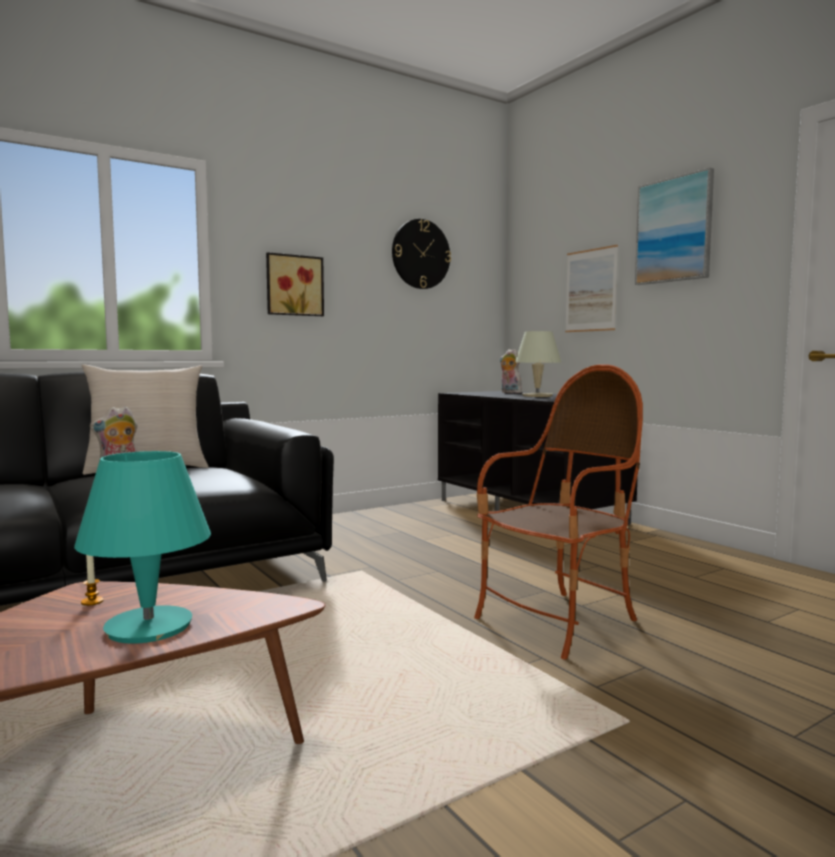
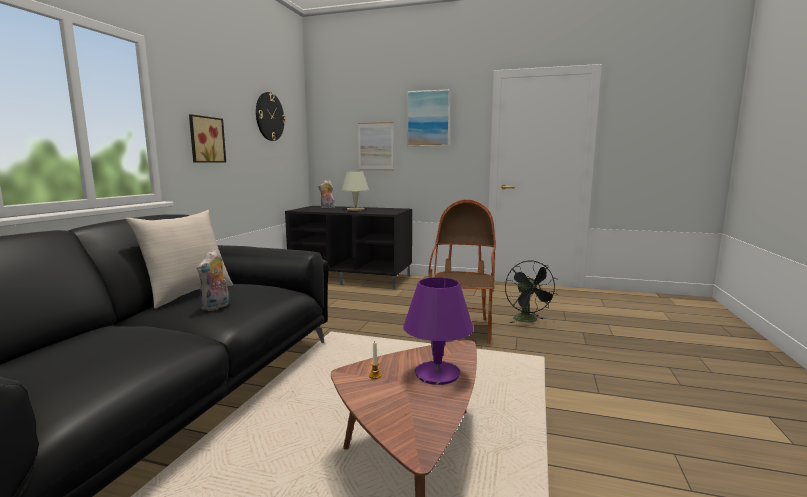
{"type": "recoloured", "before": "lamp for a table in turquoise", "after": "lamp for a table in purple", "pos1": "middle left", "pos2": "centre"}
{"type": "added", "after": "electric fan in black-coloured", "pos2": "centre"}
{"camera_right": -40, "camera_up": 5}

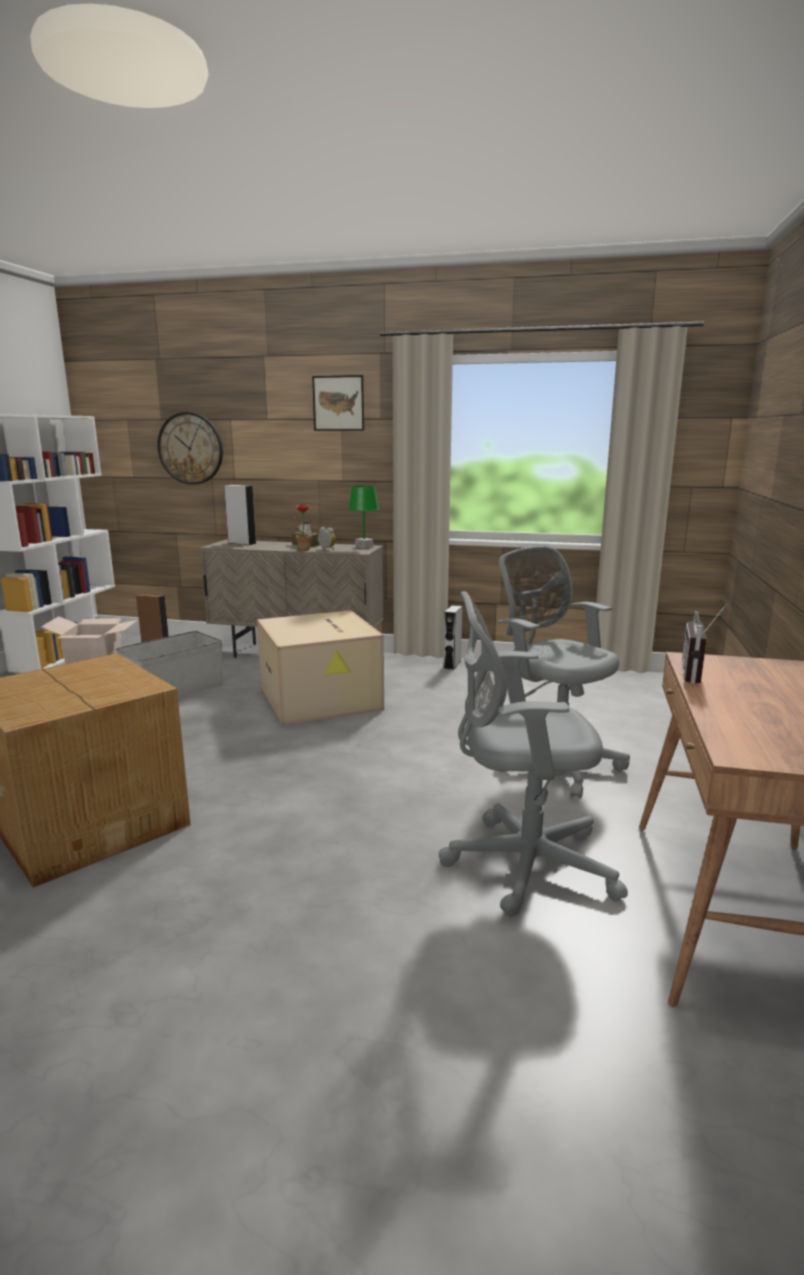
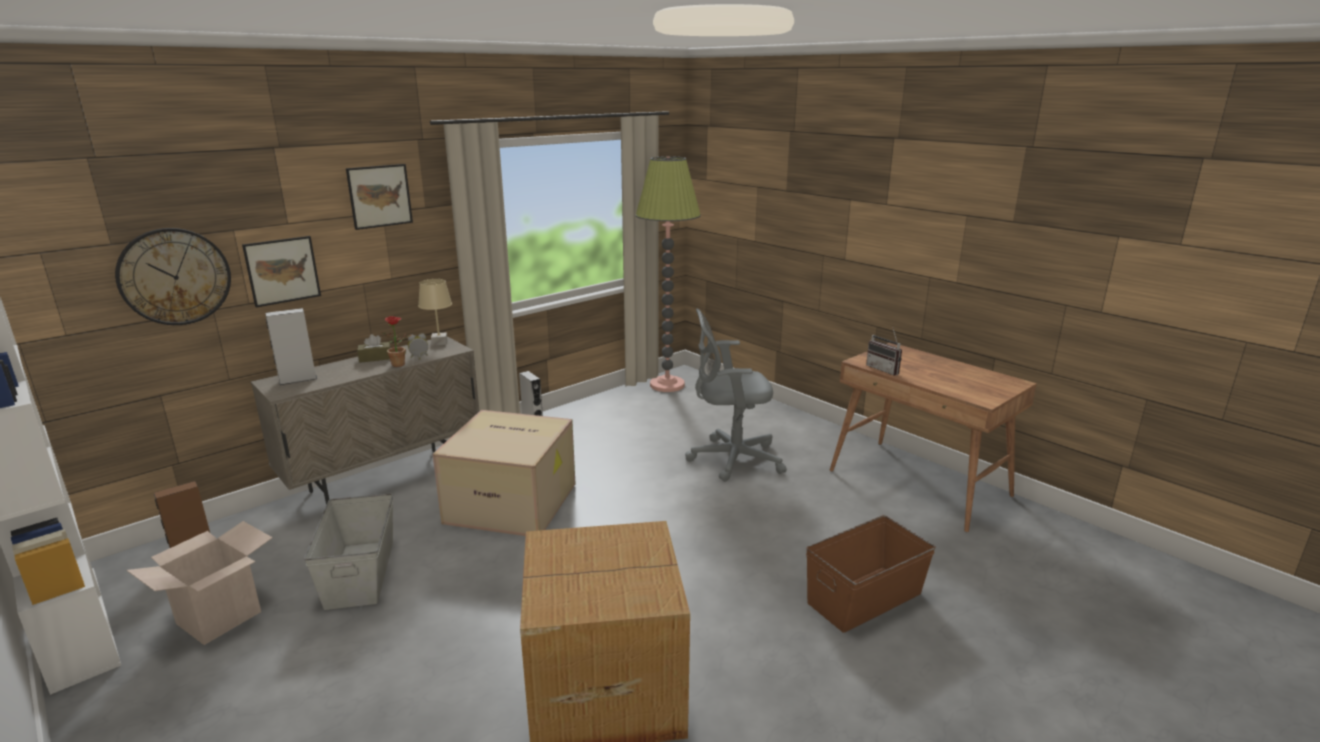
{"type": "added", "after": "wall picture (1st from left)", "pos2": "middle left"}
{"type": "recoloured", "before": "lamp for a table in green-coloured", "after": "lamp for a table in sand-coloured", "pos1": "centre", "pos2": "middle left"}
{"type": "added", "after": "floor lamp", "pos2": "centre"}
{"type": "added", "after": "storage bin in brownish", "pos2": "bottom centre"}
{"type": "removed", "before": "computer chair in grey (1st from left)", "pos1": "centre"}
{"camera_right": -55, "camera_up": 5}

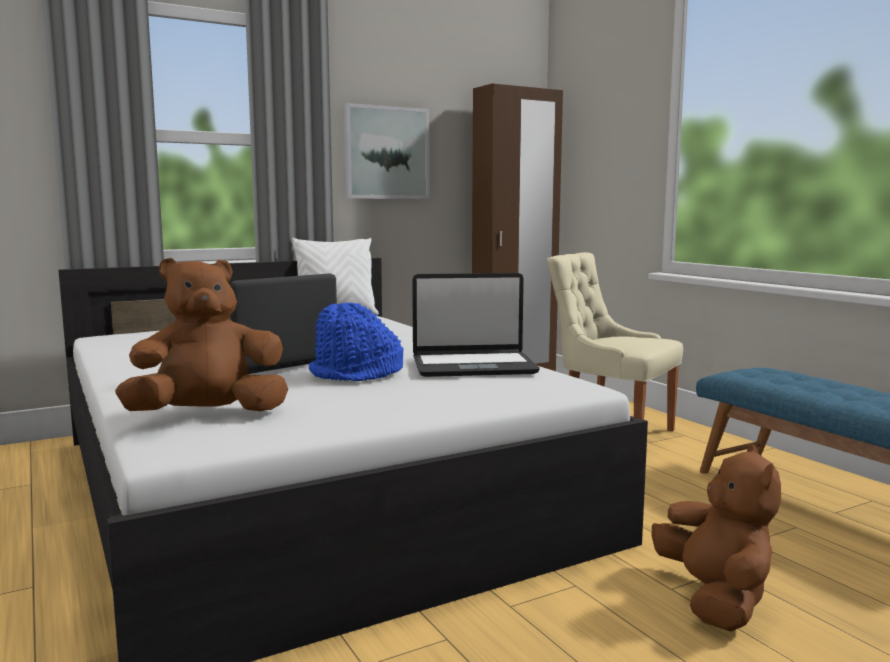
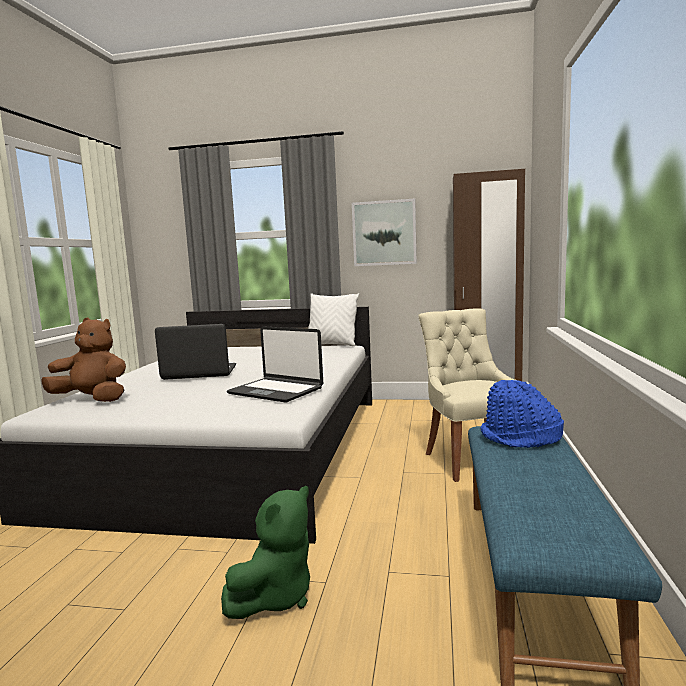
{"type": "recoloured", "before": "plush toy in brownish (2nd from left)", "after": "plush toy in green-coloured", "pos1": "bottom right", "pos2": "bottom centre"}
{"type": "moved", "before": "hat in bluish", "pos1": "centre", "pos2": "middle right"}
{"camera_right": 40, "camera_up": 0}

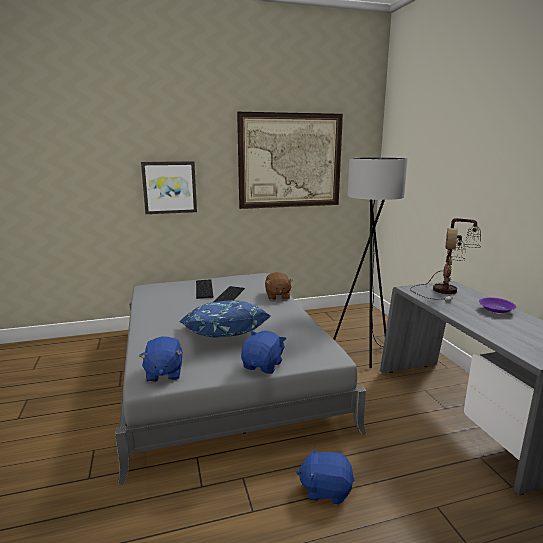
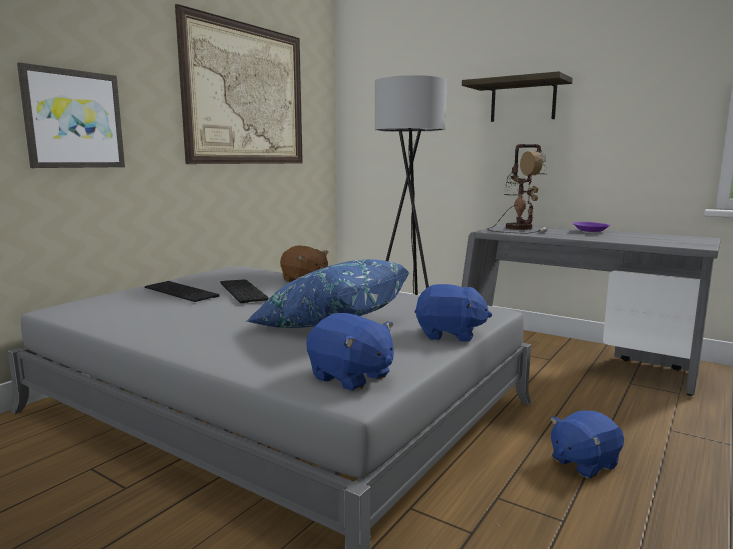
{"type": "turned", "before": "plush toy in bluish (2nd from left)", "pos1": "centre", "pos2": "centre", "turn": 120}
{"type": "added", "after": "bracket shelf", "pos2": "top right"}
{"camera_right": -40, "camera_up": -5}

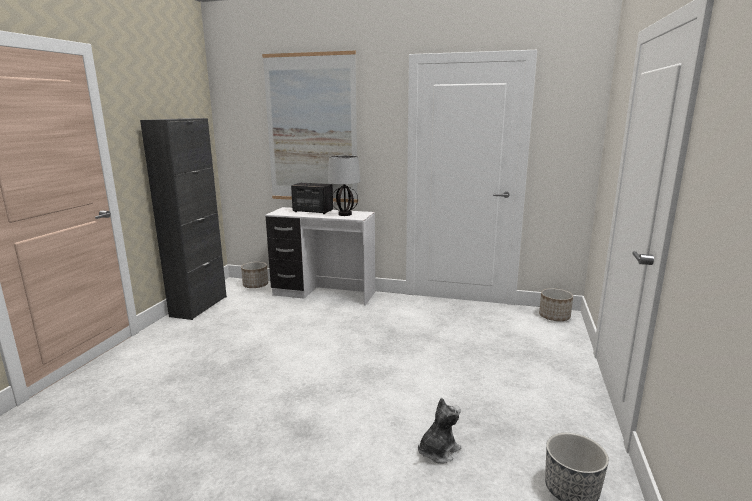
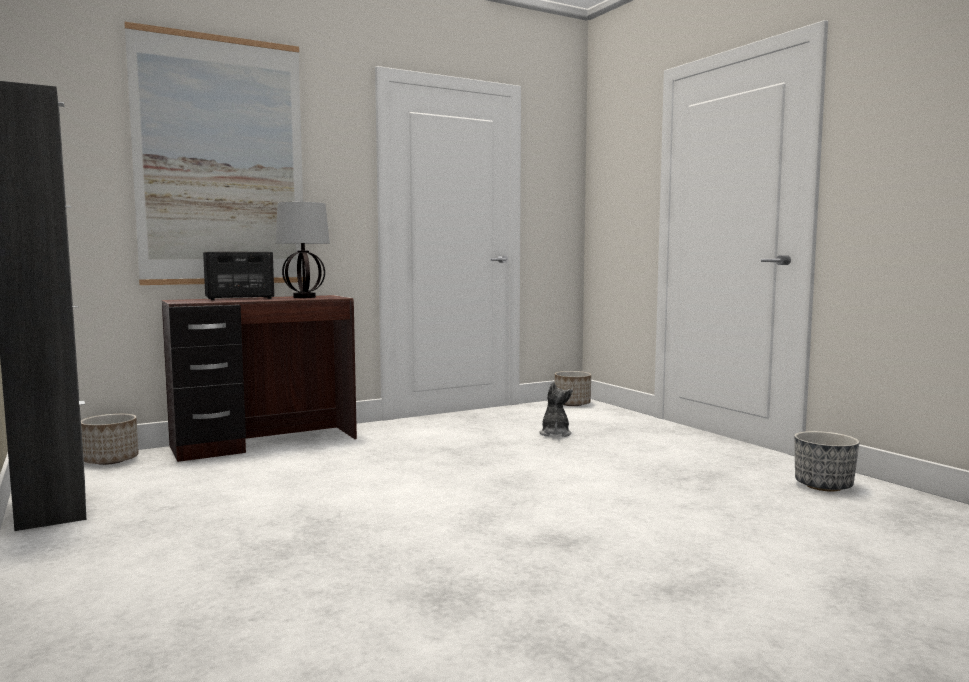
{"type": "recoloured", "before": "desk table in white", "after": "desk table in brownish", "pos1": "centre", "pos2": "middle left"}
{"type": "moved", "before": "plush toy", "pos1": "bottom centre", "pos2": "centre"}
{"camera_right": -45, "camera_up": -10}

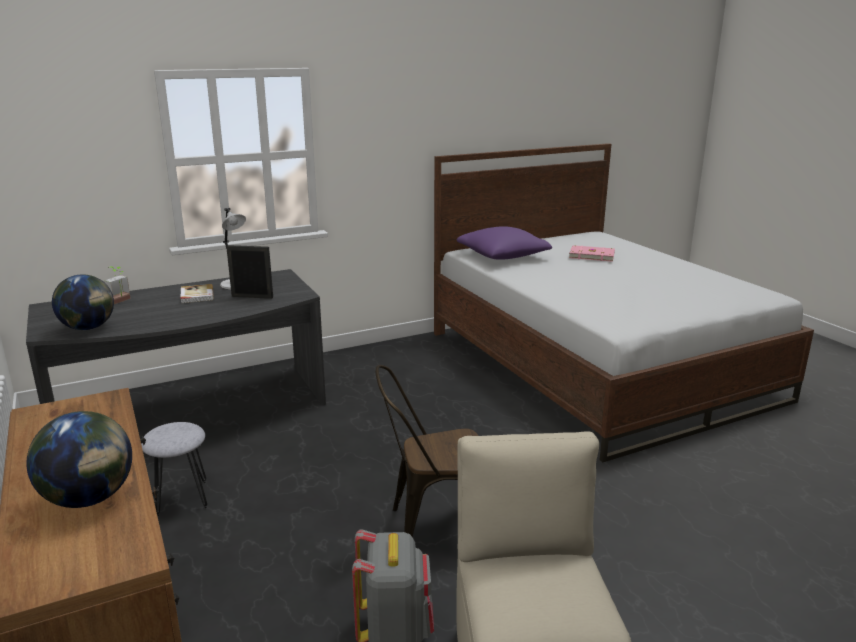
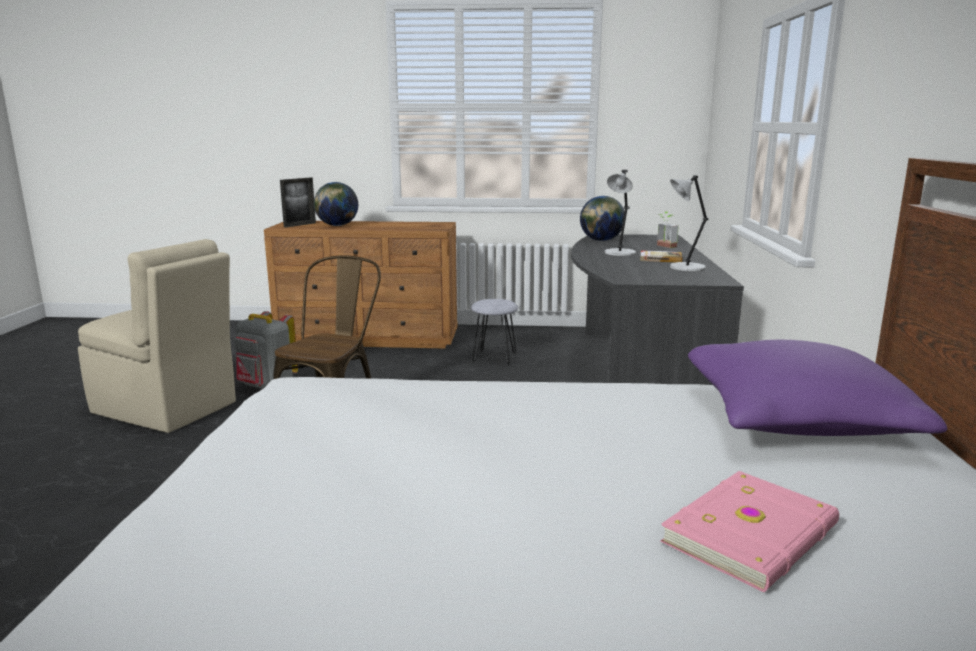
{"type": "moved", "before": "photo frame", "pos1": "middle left", "pos2": "top left"}
{"type": "added", "after": "lamp for a table in grey (1st from left)", "pos2": "top centre"}
{"camera_right": 120, "camera_up": -5}

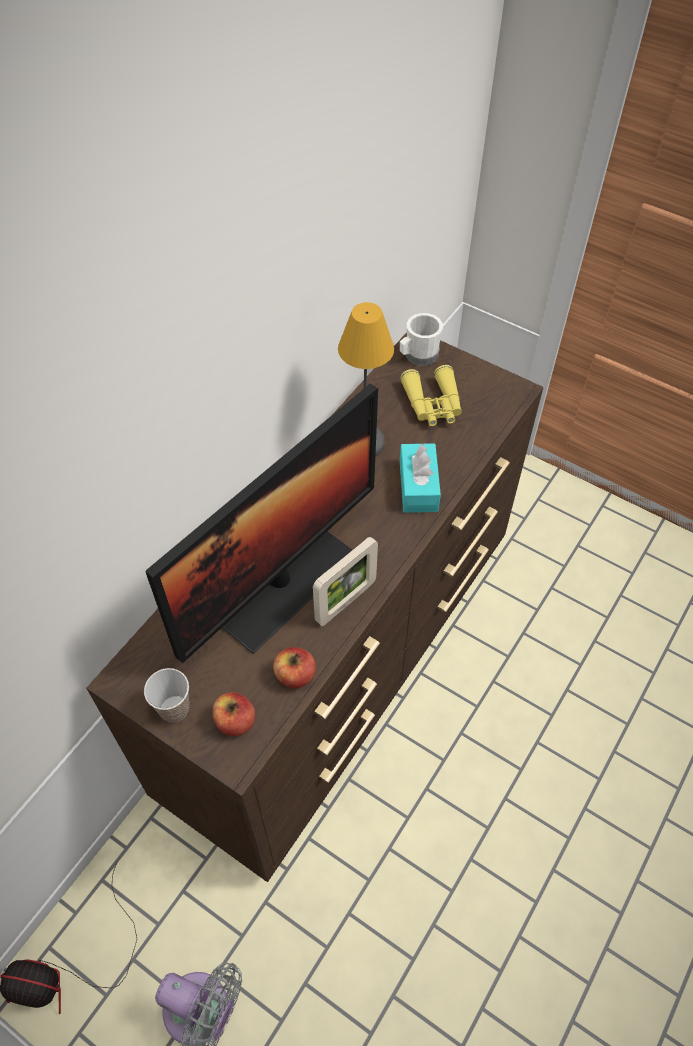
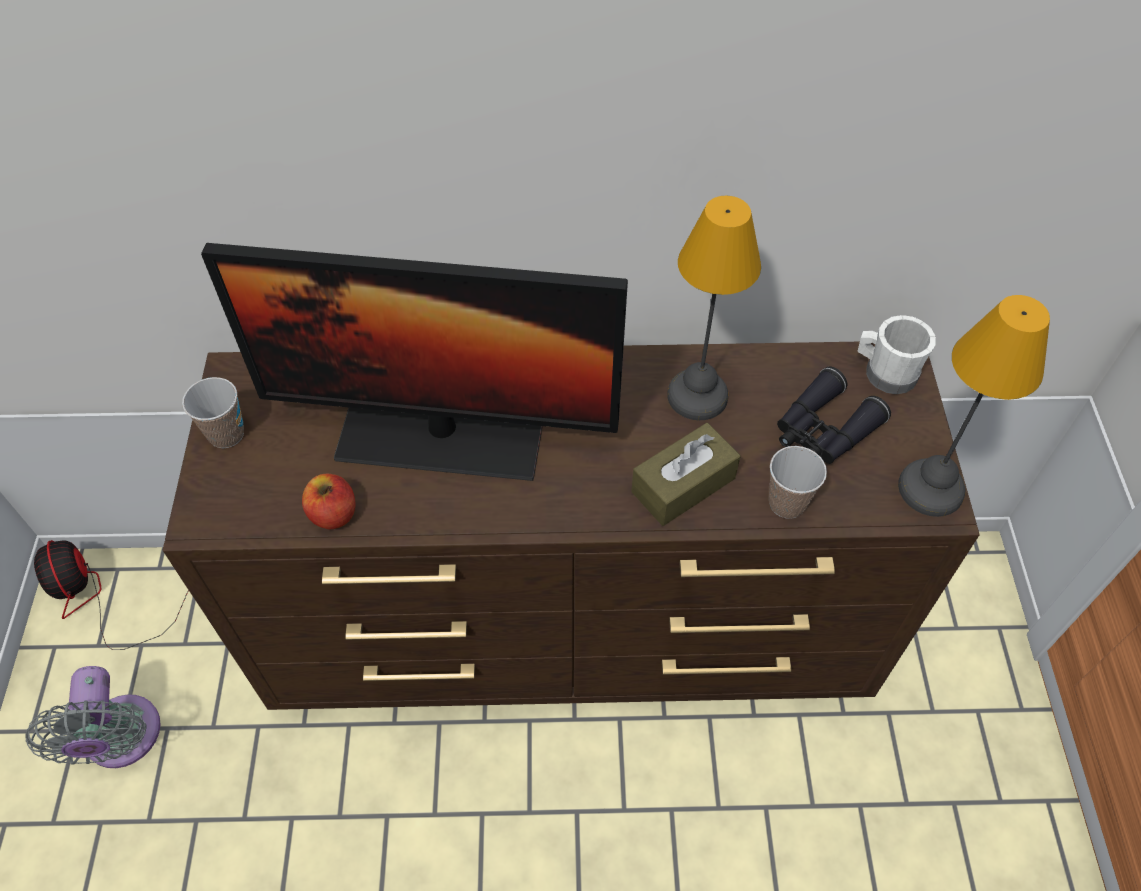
{"type": "recoloured", "before": "tissue box in turquoise", "after": "tissue box in brownish", "pos1": "centre", "pos2": "centre"}
{"type": "added", "after": "drinking cup (2nd from left)", "pos2": "middle right"}
{"type": "recoloured", "before": "binoculars in yellow", "after": "binoculars in black-coloured", "pos1": "centre", "pos2": "middle right"}
{"type": "added", "after": "lamp for a table (2nd from left)", "pos2": "middle right"}
{"type": "removed", "before": "apple (1st from left)", "pos1": "bottom centre"}
{"type": "removed", "before": "photo frame", "pos1": "centre"}
{"camera_right": 55, "camera_up": 0}

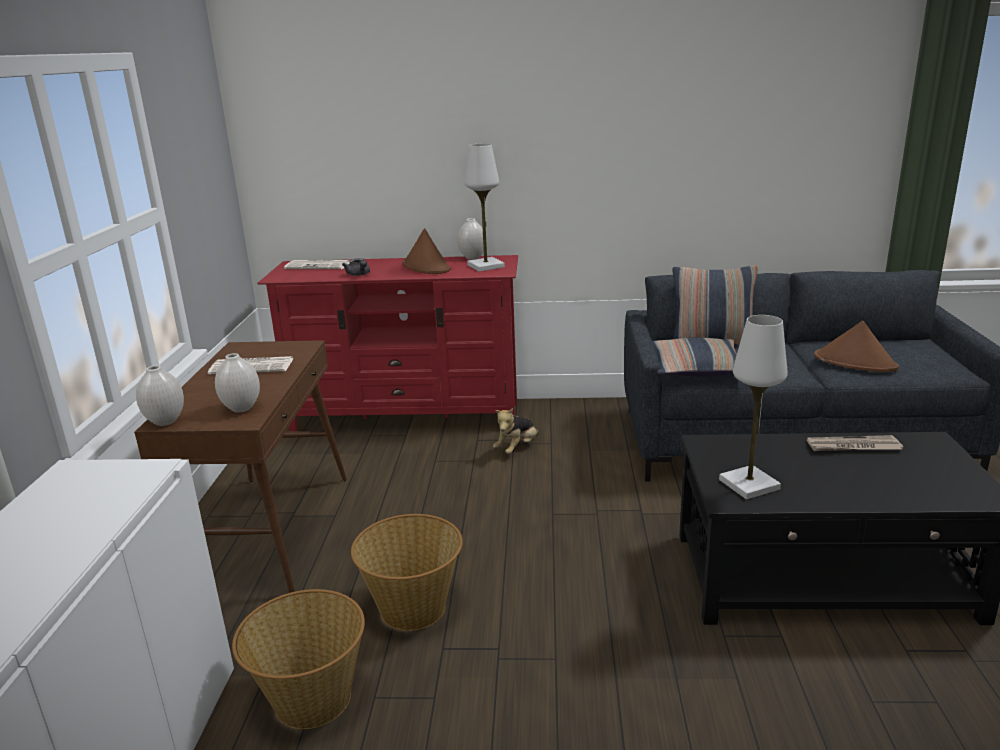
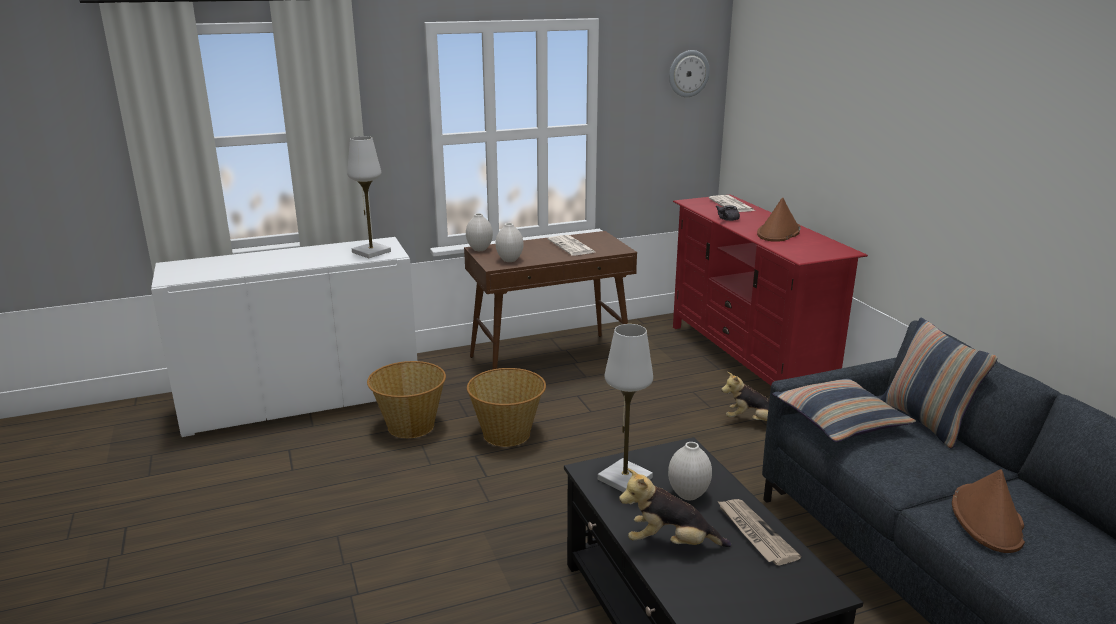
{"type": "moved", "before": "lamp for a table in white (1st from left)", "pos1": "top centre", "pos2": "top left"}
{"type": "added", "after": "plush toy (1st from left)", "pos2": "bottom centre"}
{"type": "moved", "before": "vase in white (3rd from left)", "pos1": "top centre", "pos2": "bottom centre"}
{"type": "added", "after": "wall clock", "pos2": "top centre"}
{"camera_right": 65, "camera_up": 0}

